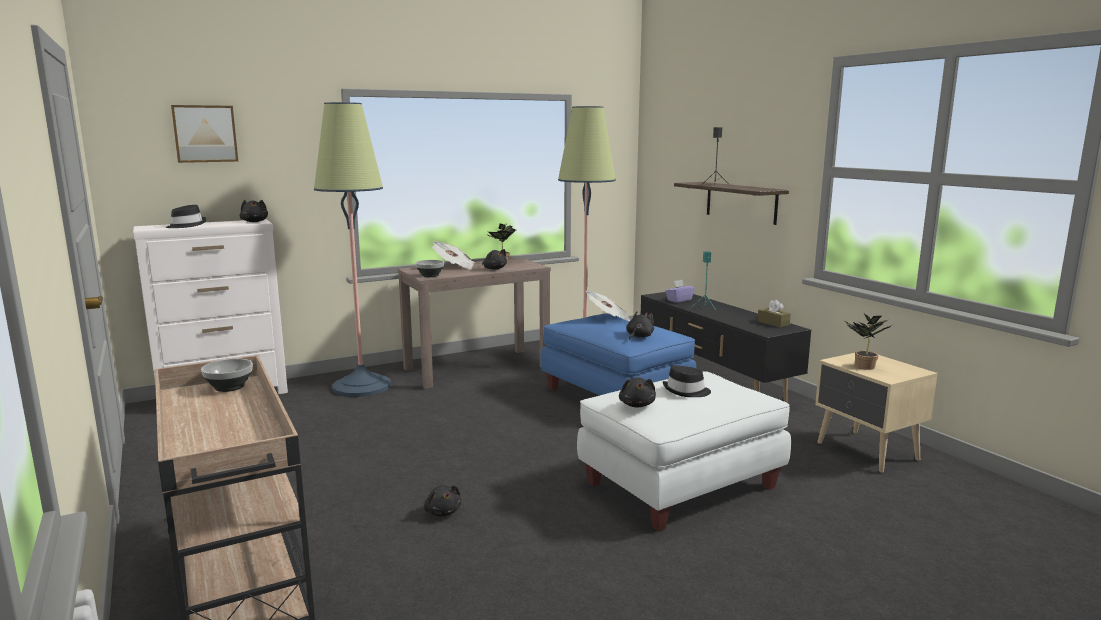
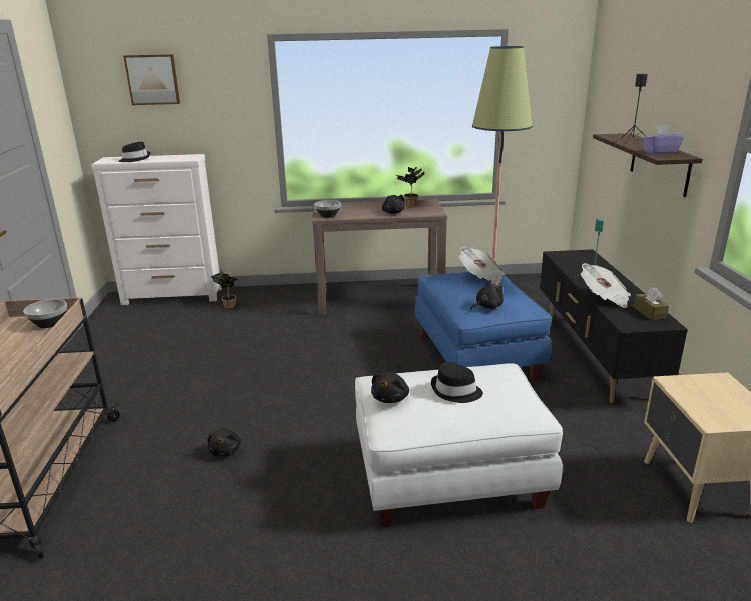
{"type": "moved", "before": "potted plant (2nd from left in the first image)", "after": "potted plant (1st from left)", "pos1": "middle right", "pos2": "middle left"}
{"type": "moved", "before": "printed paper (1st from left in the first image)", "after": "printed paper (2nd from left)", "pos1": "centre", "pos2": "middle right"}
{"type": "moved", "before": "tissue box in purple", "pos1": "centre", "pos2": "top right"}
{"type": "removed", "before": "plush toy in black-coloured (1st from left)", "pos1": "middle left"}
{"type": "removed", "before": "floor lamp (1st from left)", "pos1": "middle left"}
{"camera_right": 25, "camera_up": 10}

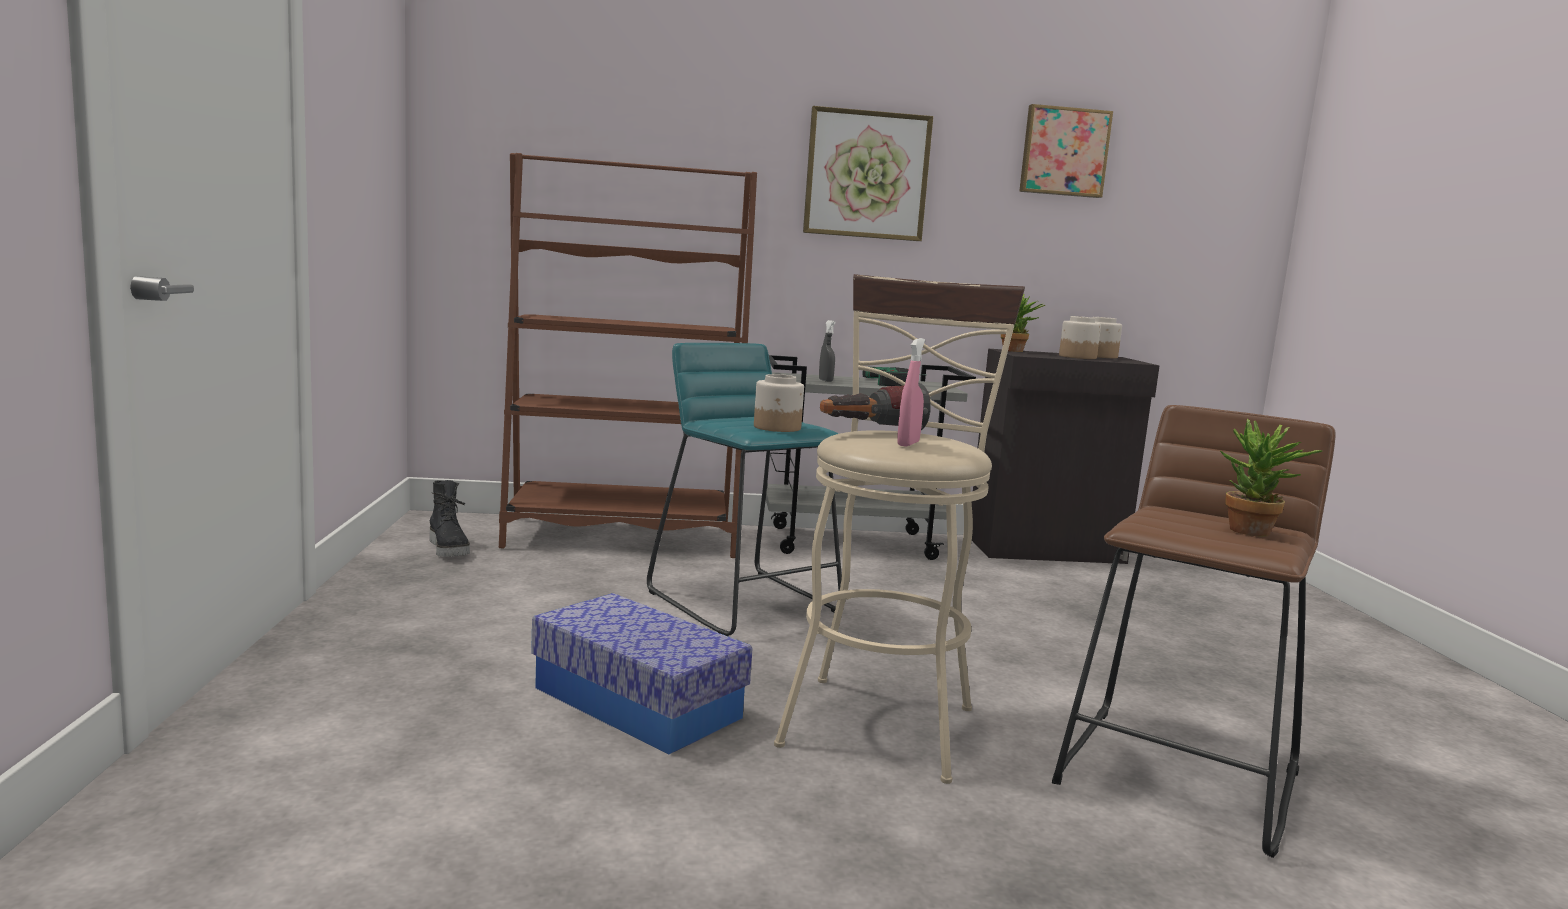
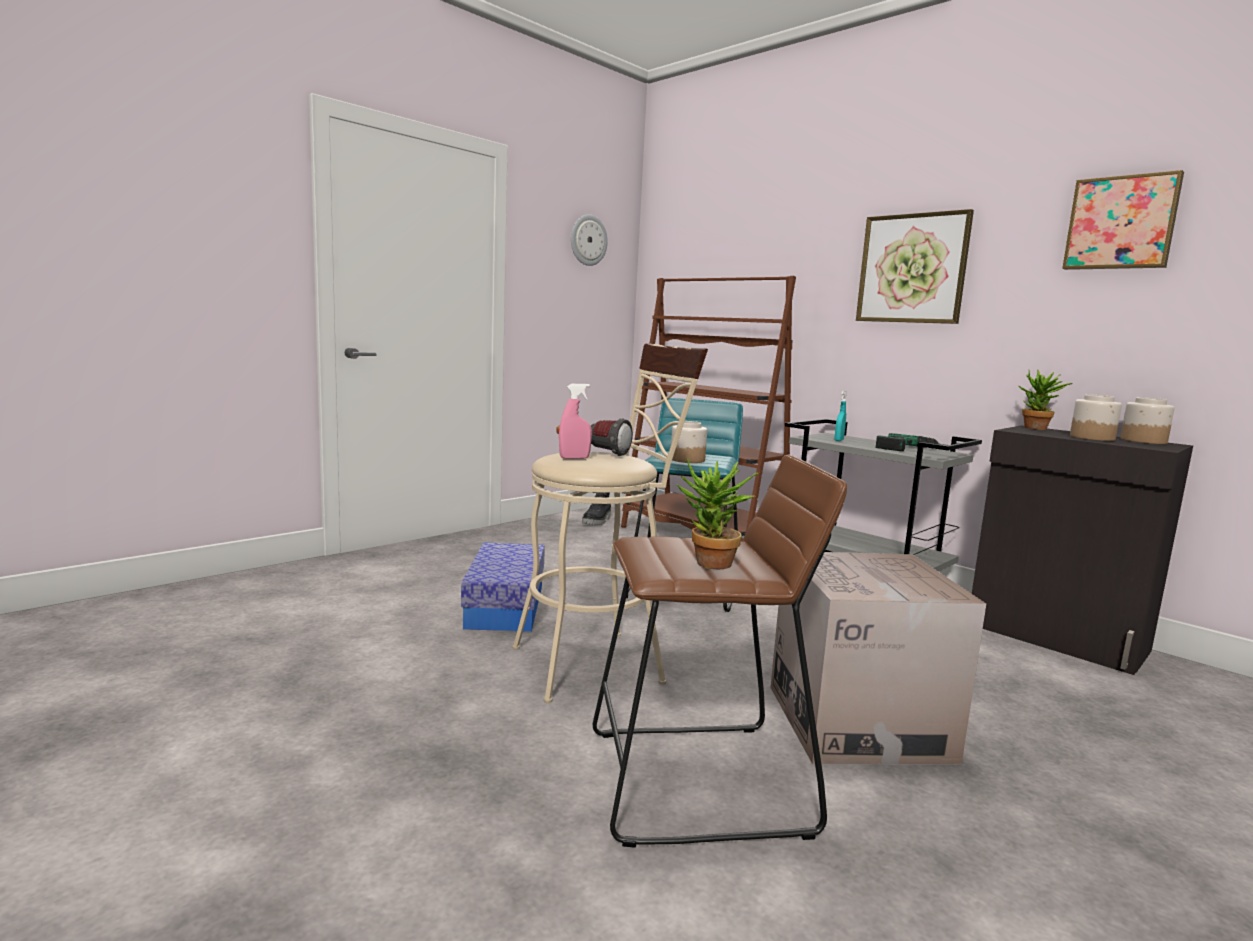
{"type": "added", "after": "wall clock", "pos2": "top centre"}
{"type": "added", "after": "carton", "pos2": "bottom right"}
{"type": "recoloured", "before": "hand sprayer in grey", "after": "hand sprayer in turquoise", "pos1": "centre", "pos2": "middle right"}
{"camera_right": 50, "camera_up": 0}

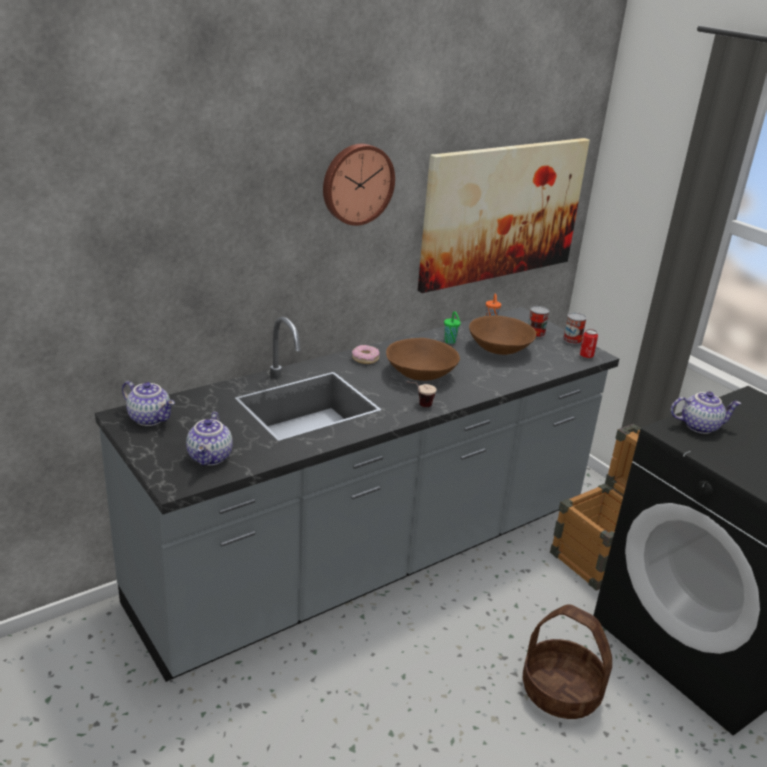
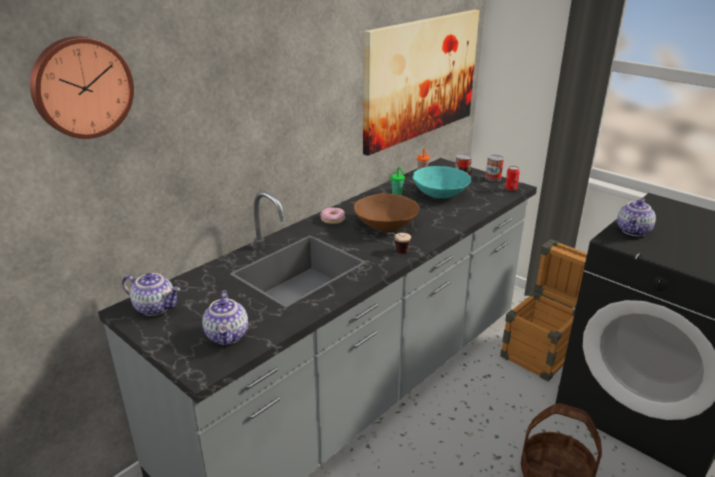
{"type": "moved", "before": "wall clock", "pos1": "top centre", "pos2": "top left"}
{"type": "recoloured", "before": "deep dish in brownish (2nd from left)", "after": "deep dish in turquoise", "pos1": "centre", "pos2": "centre"}
{"type": "turned", "before": "pot for tea (3rd from left)", "pos1": "middle right", "pos2": "middle right", "turn": 135}
{"camera_right": -10, "camera_up": 0}

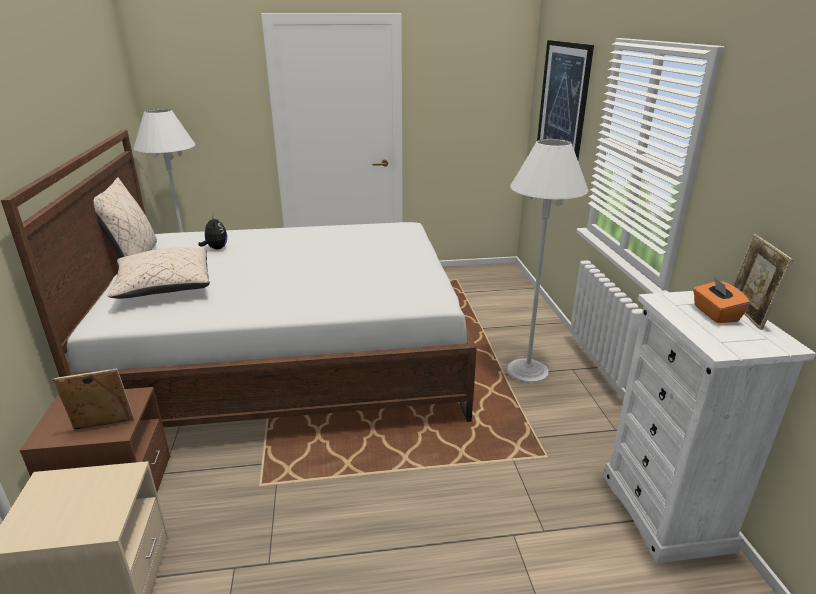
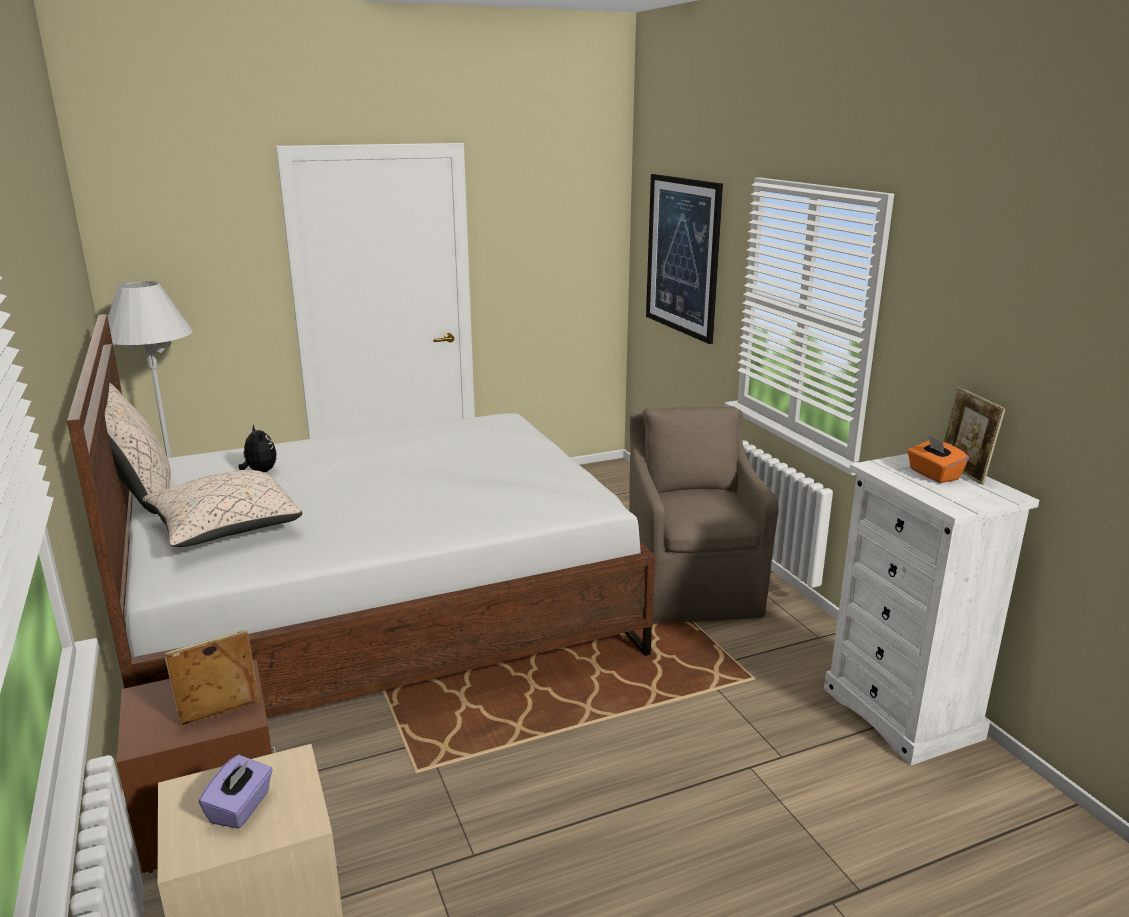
{"type": "added", "after": "tissue box in purple", "pos2": "bottom left"}
{"type": "replaced", "before": "floor lamp in white (2nd from left)", "after": "lounge chair in brownish", "pos1": "middle right", "pos2": "centre"}
{"camera_right": -15, "camera_up": -5}

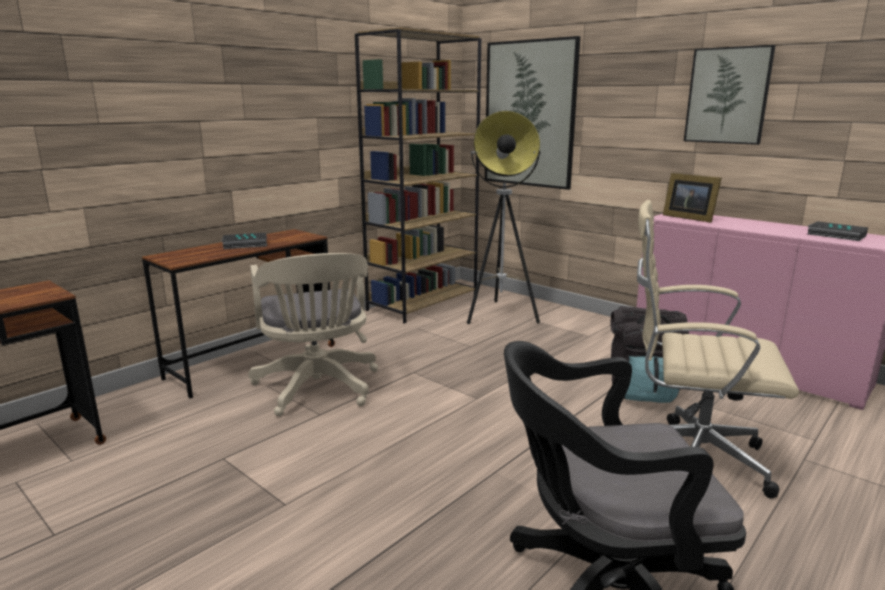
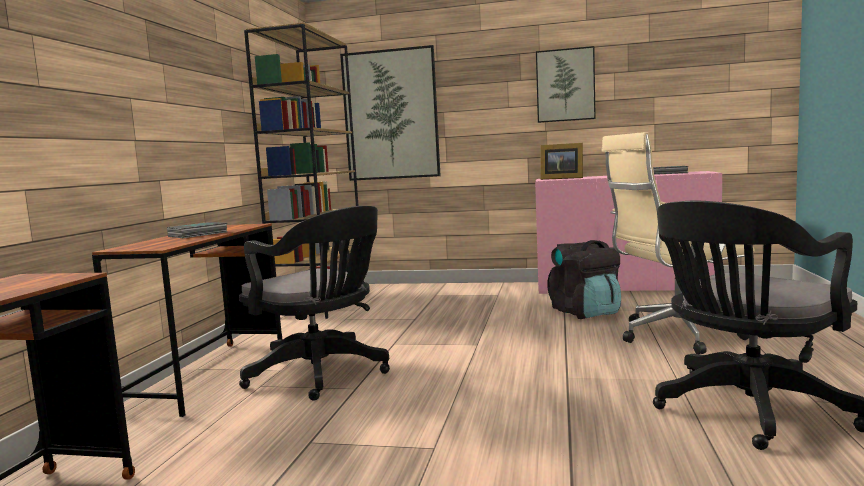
{"type": "recoloured", "before": "computer chair in sand-coloured (1st from left)", "after": "computer chair in black-coloured (1st from left)", "pos1": "centre", "pos2": "centre"}
{"type": "removed", "before": "floor lamp", "pos1": "centre"}
{"camera_right": -30, "camera_up": -10}

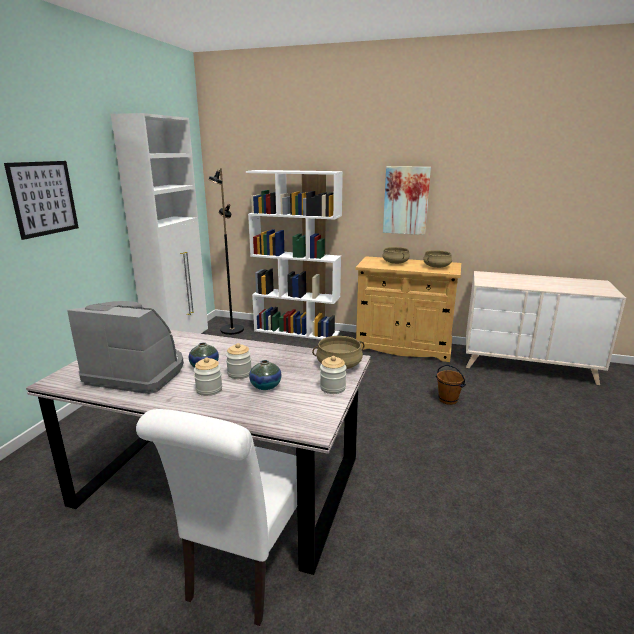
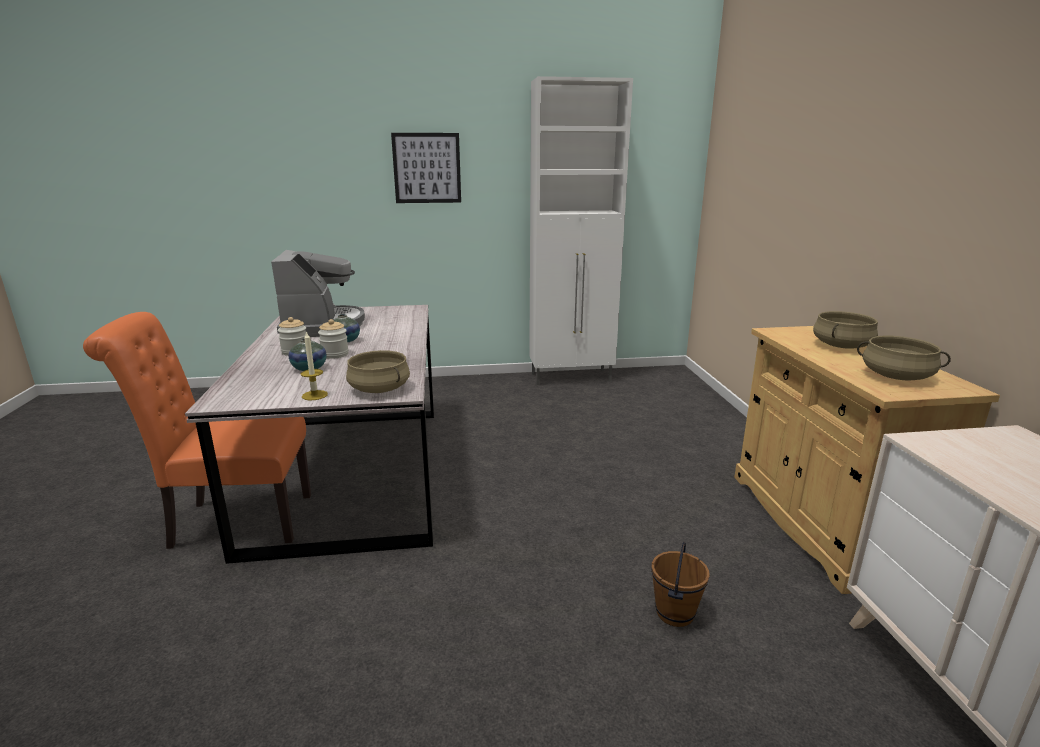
{"type": "recoloured", "before": "plain chair in white", "after": "plain chair in orange-coloured", "pos1": "bottom centre", "pos2": "middle left"}
{"type": "replaced", "before": "jar (3rd from left)", "after": "wax light", "pos1": "centre", "pos2": "middle left"}
{"type": "removed", "before": "floor lamp in black-coloured", "pos1": "centre"}
{"type": "removed", "before": "bookcase in white", "pos1": "centre"}
{"type": "removed", "before": "wall picture (2nd from left)", "pos1": "top centre"}
{"camera_right": 65, "camera_up": 0}

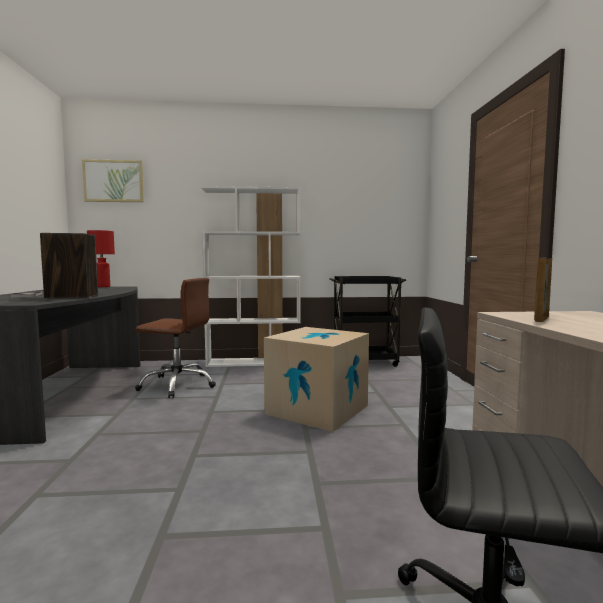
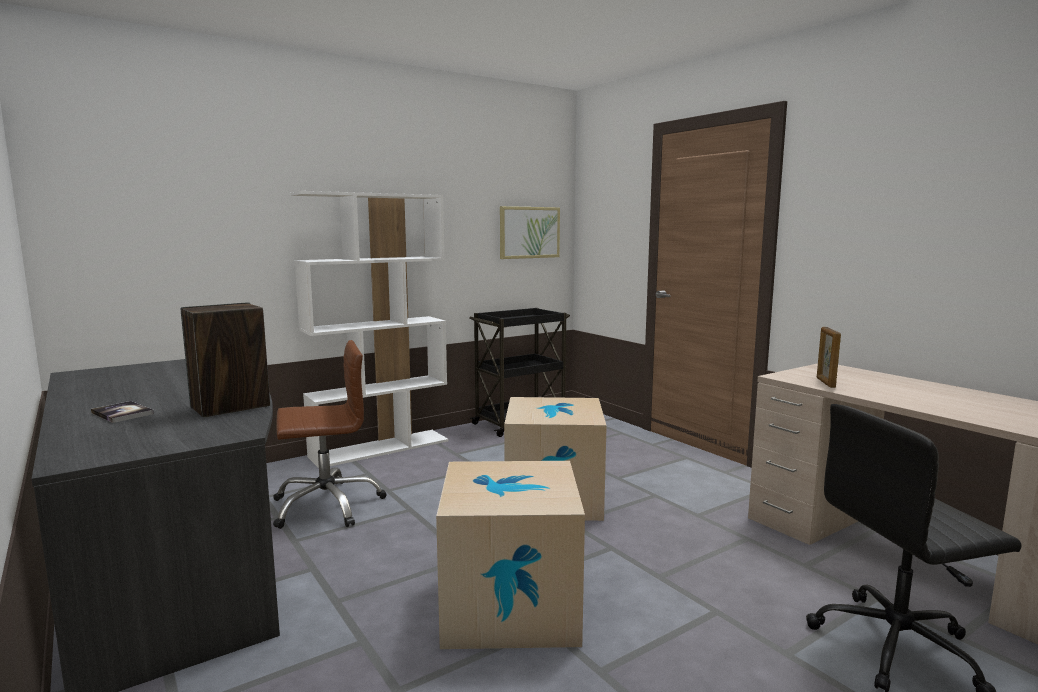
{"type": "added", "after": "carton (1st from left)", "pos2": "bottom centre"}
{"type": "moved", "before": "wall picture", "pos1": "top left", "pos2": "centre"}
{"type": "removed", "before": "lamp for a table in red", "pos1": "middle left"}
{"camera_right": -30, "camera_up": 5}

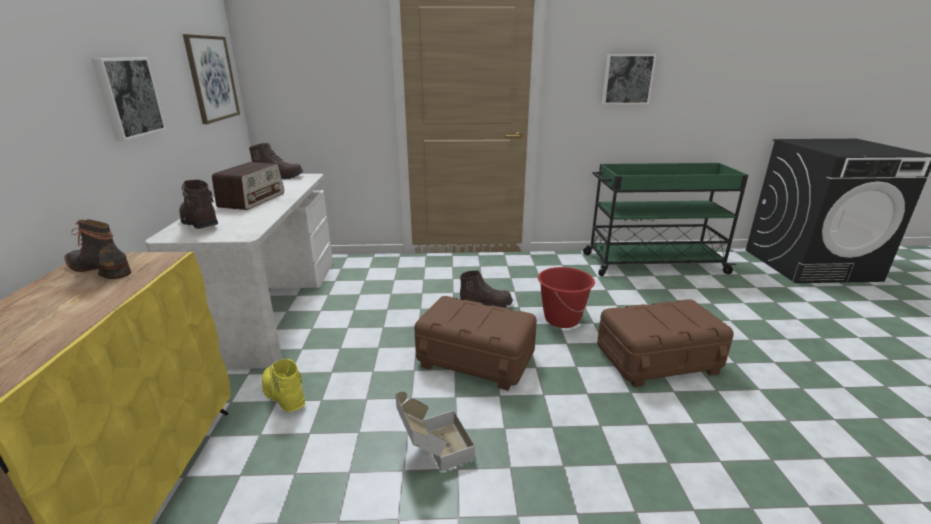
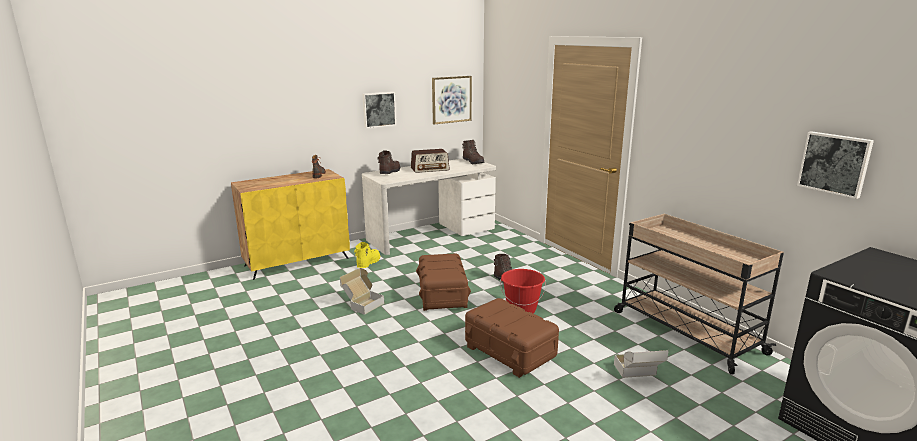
{"type": "recoloured", "before": "trolley in green-coloured", "after": "trolley in sand-coloured", "pos1": "middle right", "pos2": "bottom right"}
{"type": "added", "after": "carton (2nd from left)", "pos2": "bottom right"}
{"type": "moved", "before": "wall picture (3rd from left)", "pos1": "top right", "pos2": "middle right"}
{"camera_right": 60, "camera_up": -5}

